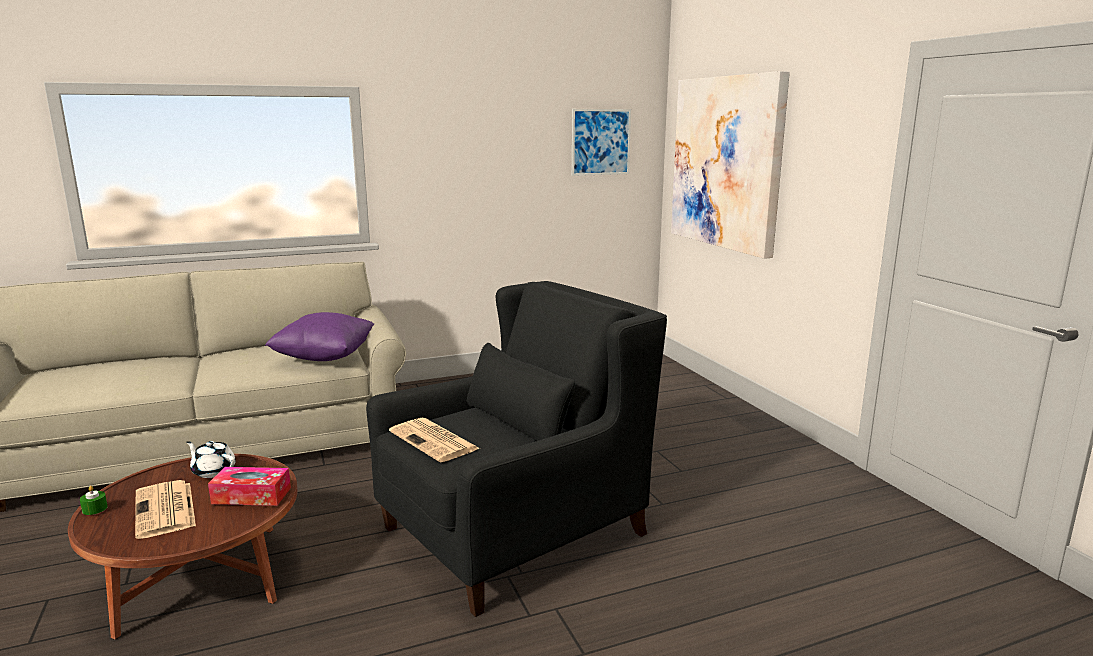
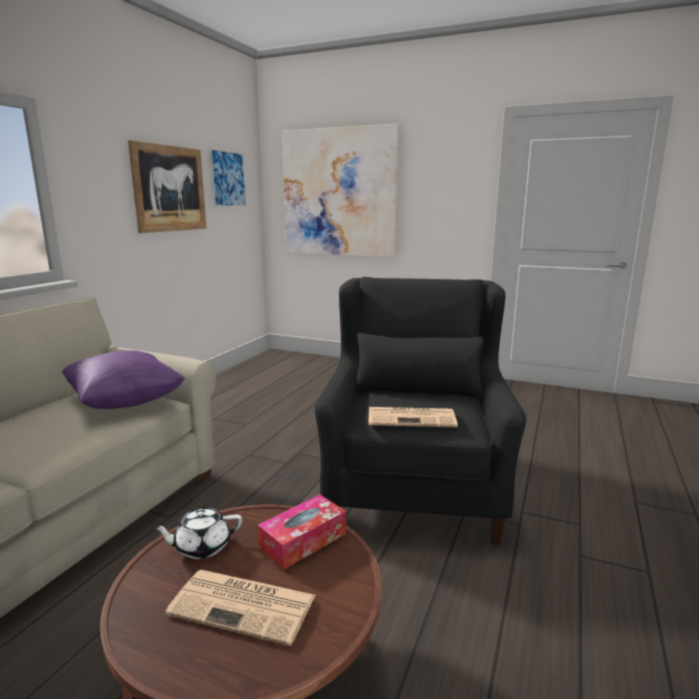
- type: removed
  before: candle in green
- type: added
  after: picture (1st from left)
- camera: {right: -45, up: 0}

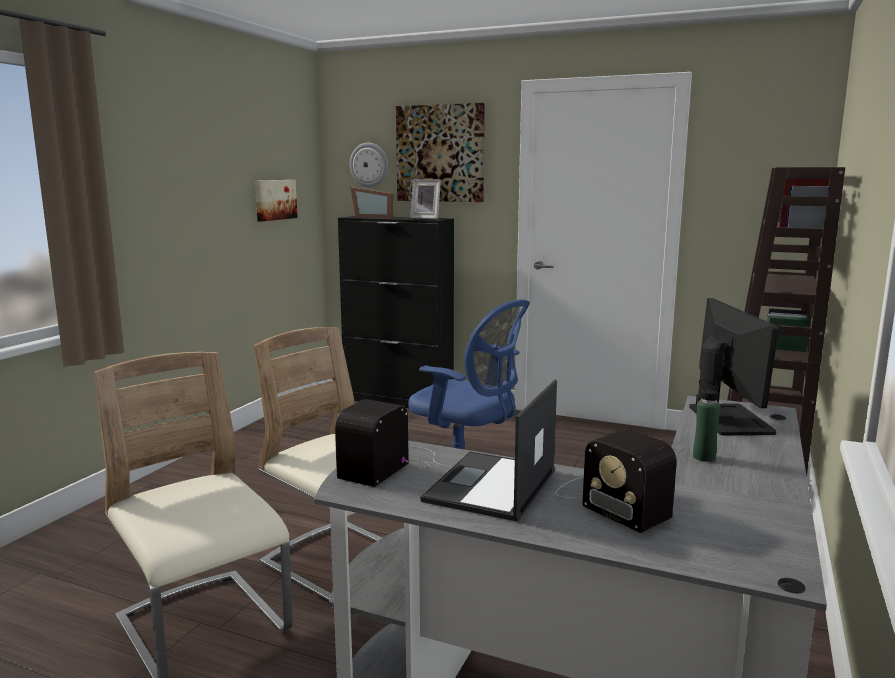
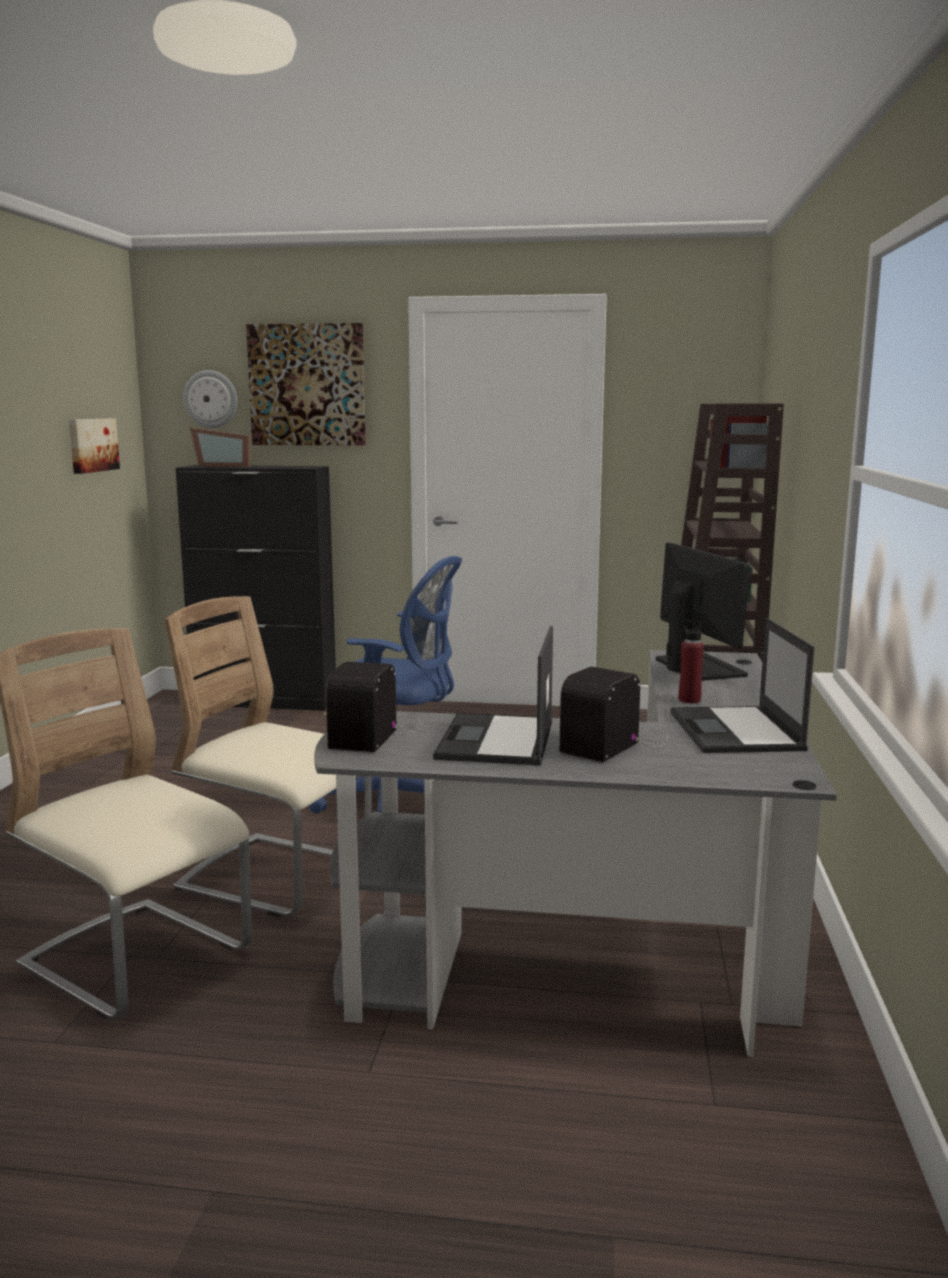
- type: removed
  before: picture frame (2nd from left)
- type: added
  after: laptop (2nd from left)
- type: recoloured
  before: bottle in green
  after: bottle in red
- type: turned
  before: radio (2nd from left)
  turn: 90
- camera: {right: -15, up: 0}

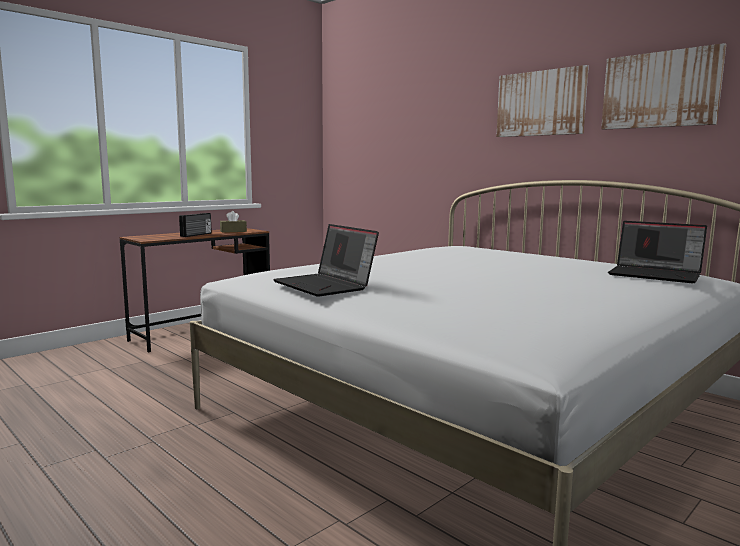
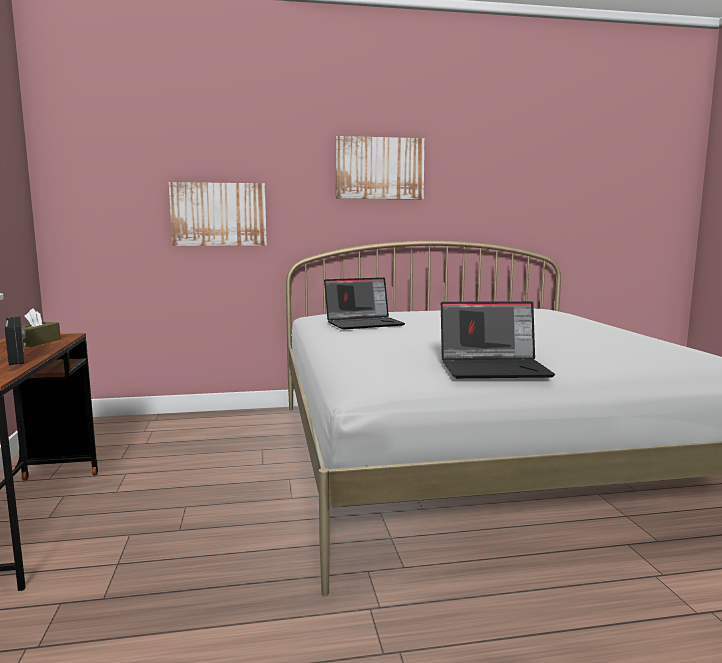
- type: moved
  before: picture (2nd from left in the first image)
  after: picture (1st from left)
- type: moved
  before: laptop (2nd from left in the first image)
  after: laptop (1st from left)
- camera: {right: -55, up: 0}

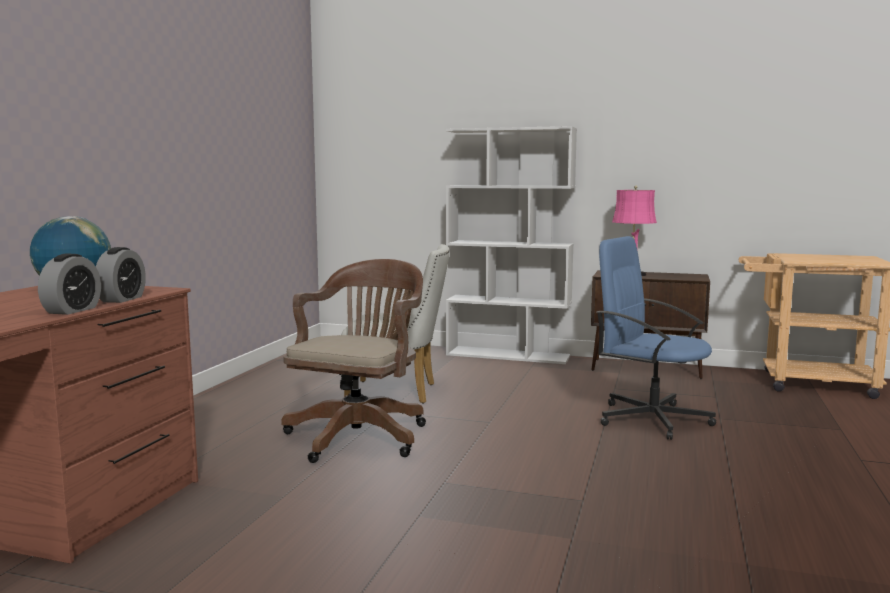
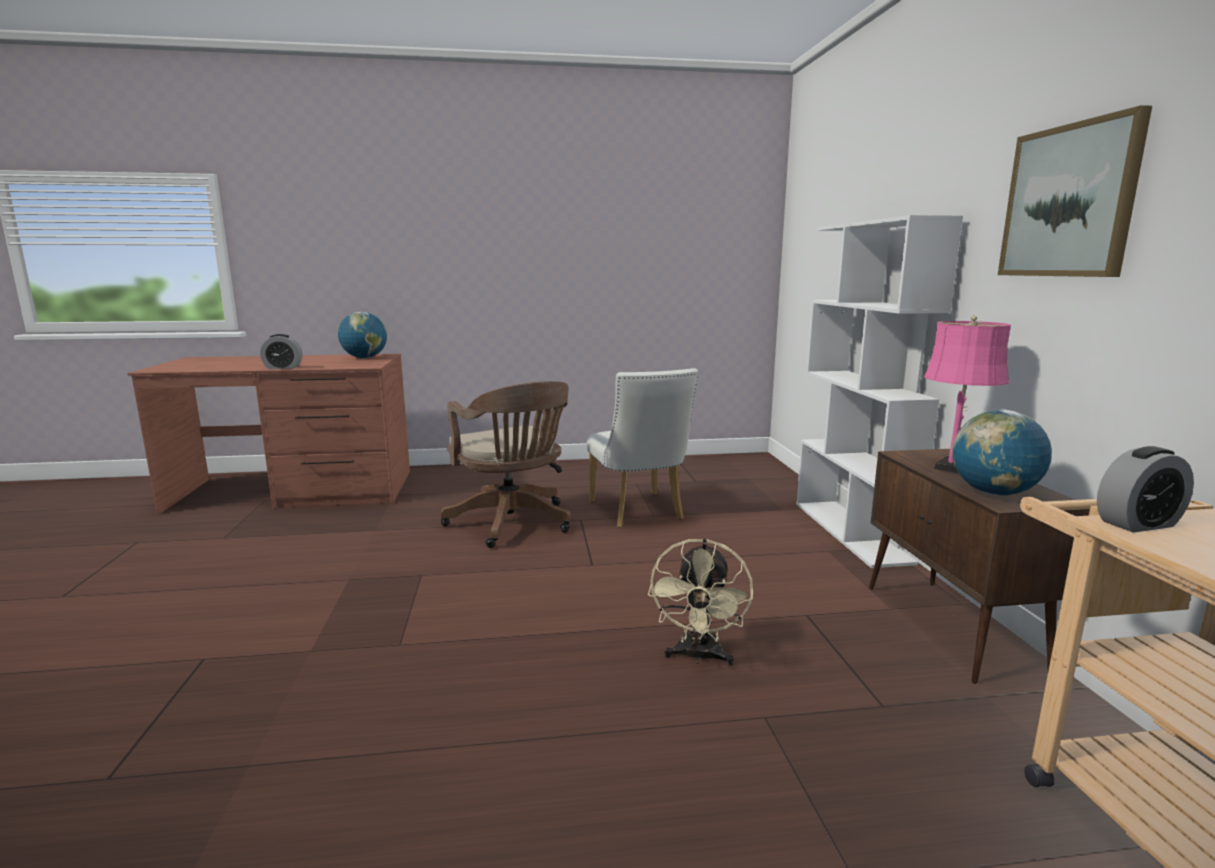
- type: added
  after: globe (2nd from left)
- type: added
  after: picture
- type: moved
  before: alarm clock (2nd from left)
- type: replaced
  before: office chair in blue
  after: fan in beige
- type: turned
  before: office chair in brown
  turn: 60
- camera: {right: 65, up: 5}

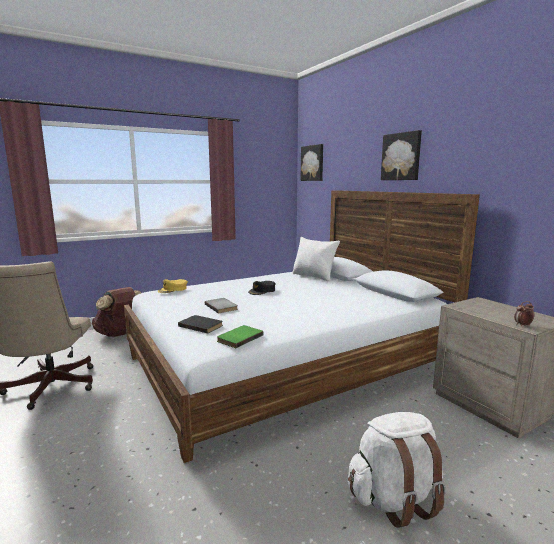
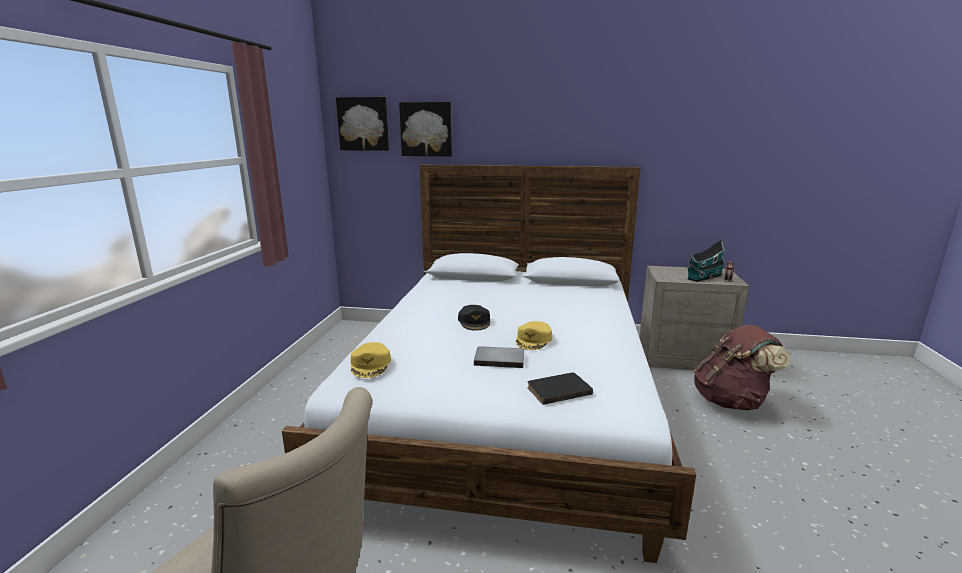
- type: removed
  before: book in green
- type: removed
  before: pillow in white
- type: removed
  before: backpack in white
- type: added
  after: cap in yellow (2nd from left)
- type: added
  after: toy house
- type: moved
  before: backpack in brown
- type: moved
  before: picture (2nd from left)
- camera: {right: -50, up: 5}

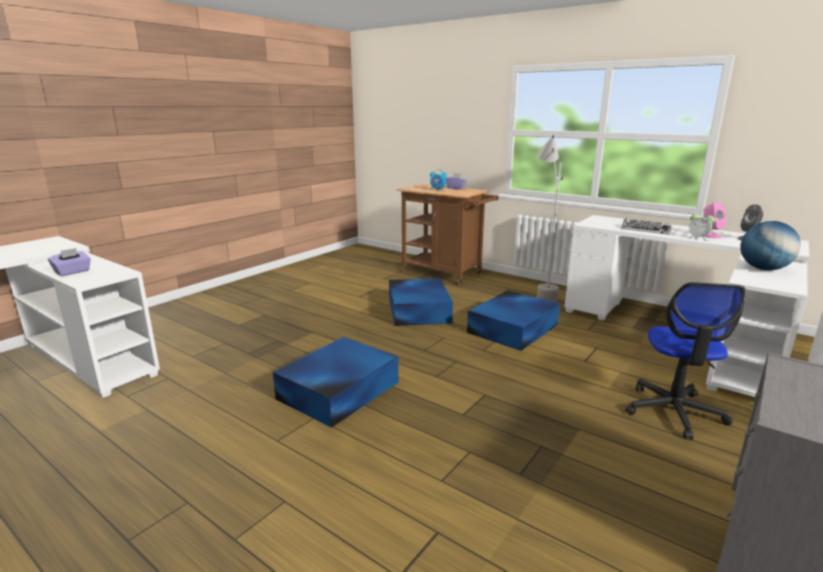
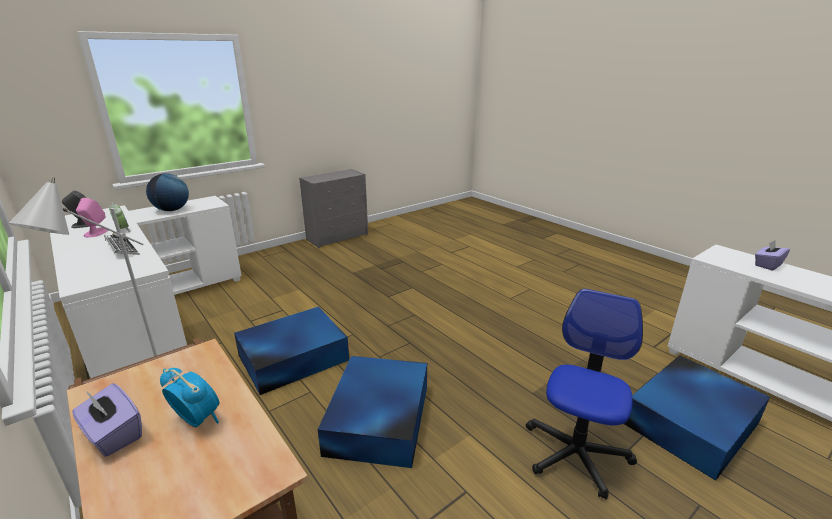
- type: moved
  before: storage box in blue (1st from left in the first image)
  after: storage box in blue (3rd from left)
- type: moved
  before: office chair
- camera: {right: -165, up: 5}

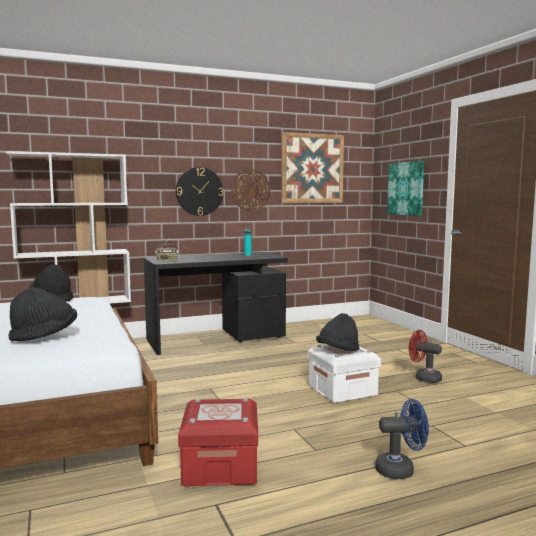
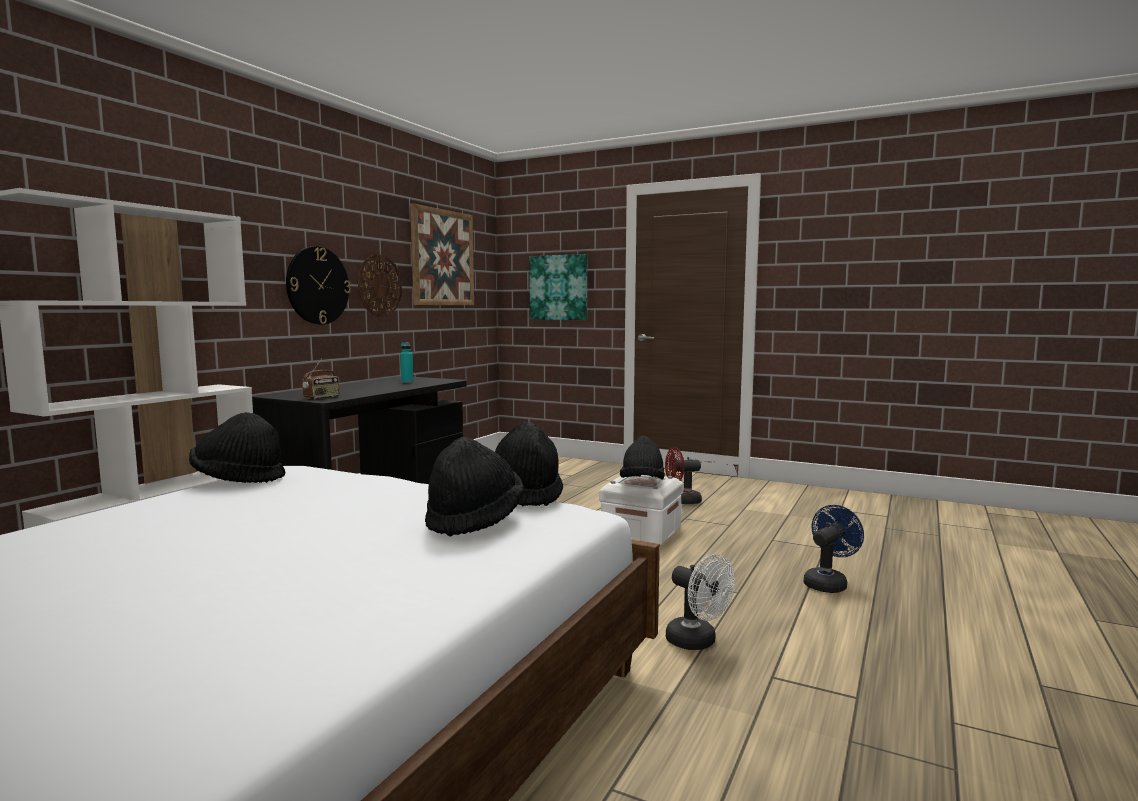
- type: added
  after: hat in black (3rd from left)
- type: replaced
  before: storage box in red
  after: fan in white
- camera: {right: -40, up: 0}

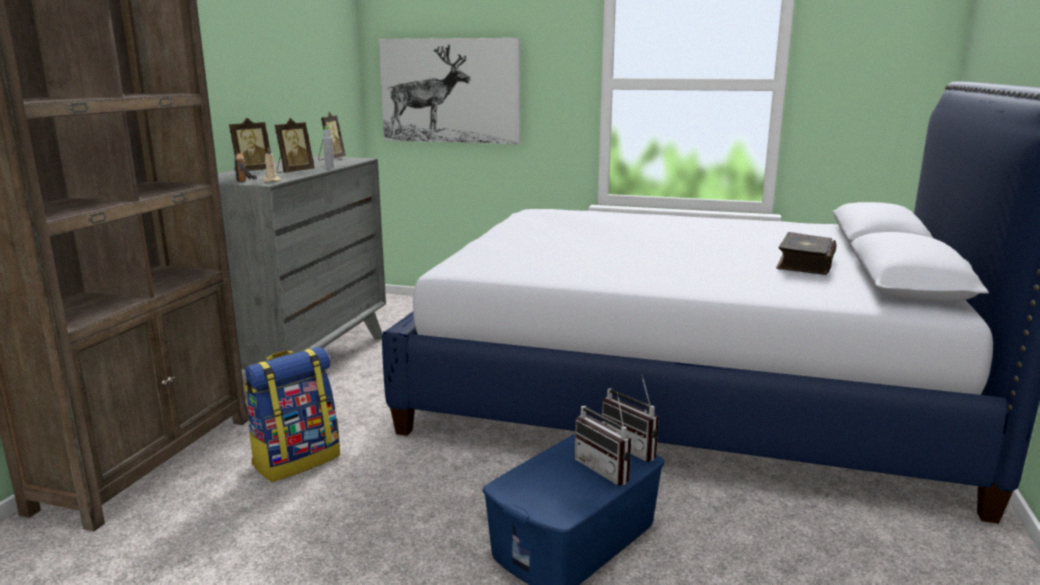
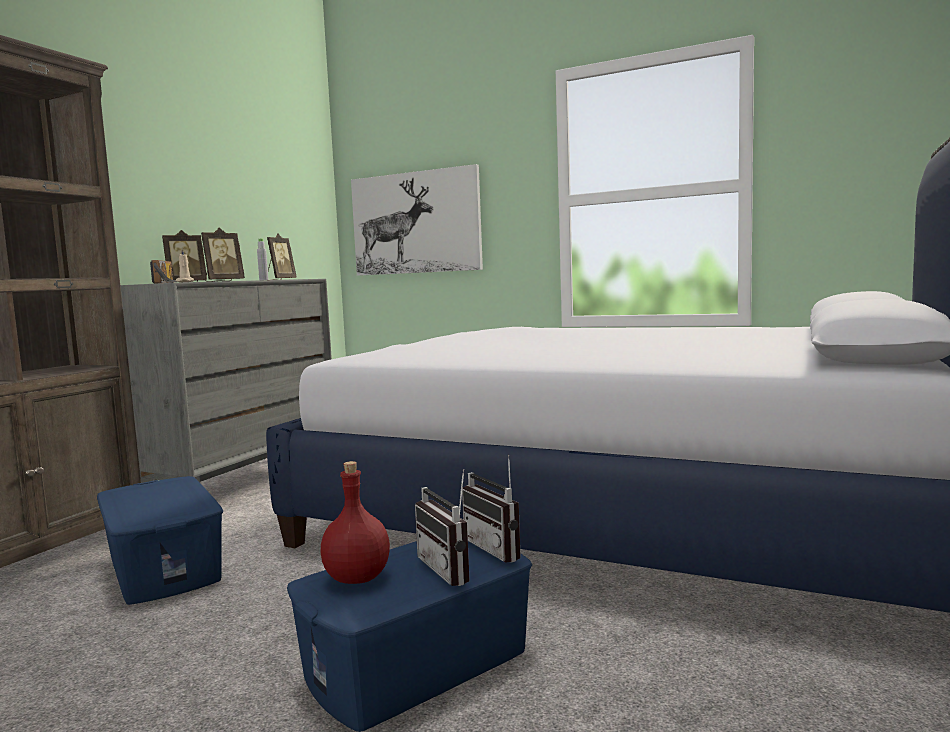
- type: removed
  before: book
- type: added
  after: bottle in red
- type: replaced
  before: backpack
  after: storage box in blue (1st from left)
- camera: {right: 10, up: -10}

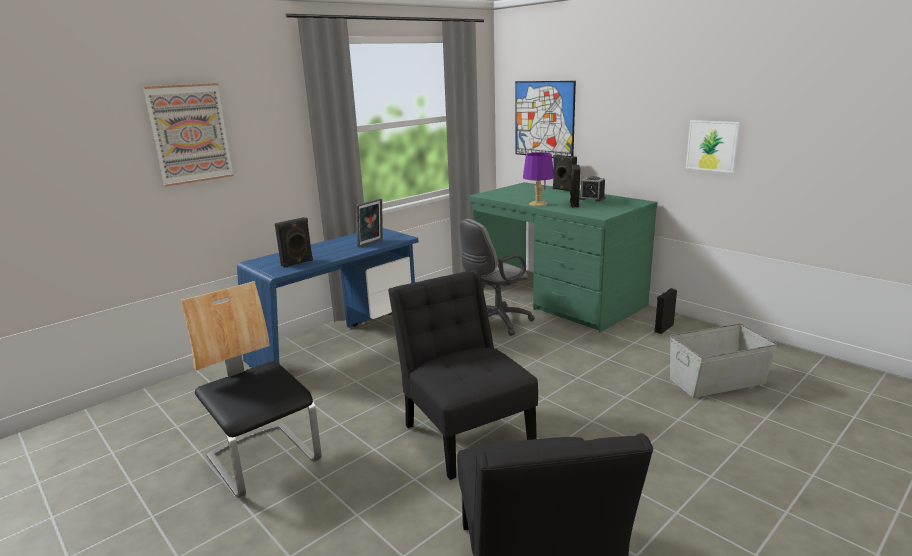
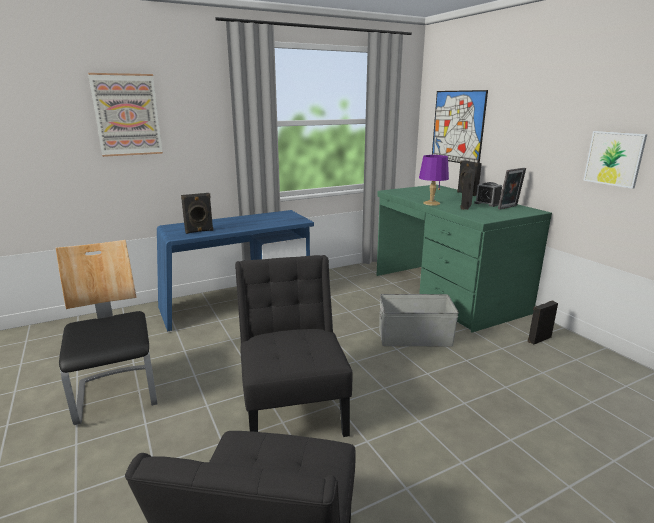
- type: removed
  before: office chair in grey
- type: moved
  before: picture frame
- type: moved
  before: storage box in grey
- camera: {right: 15, up: 0}

